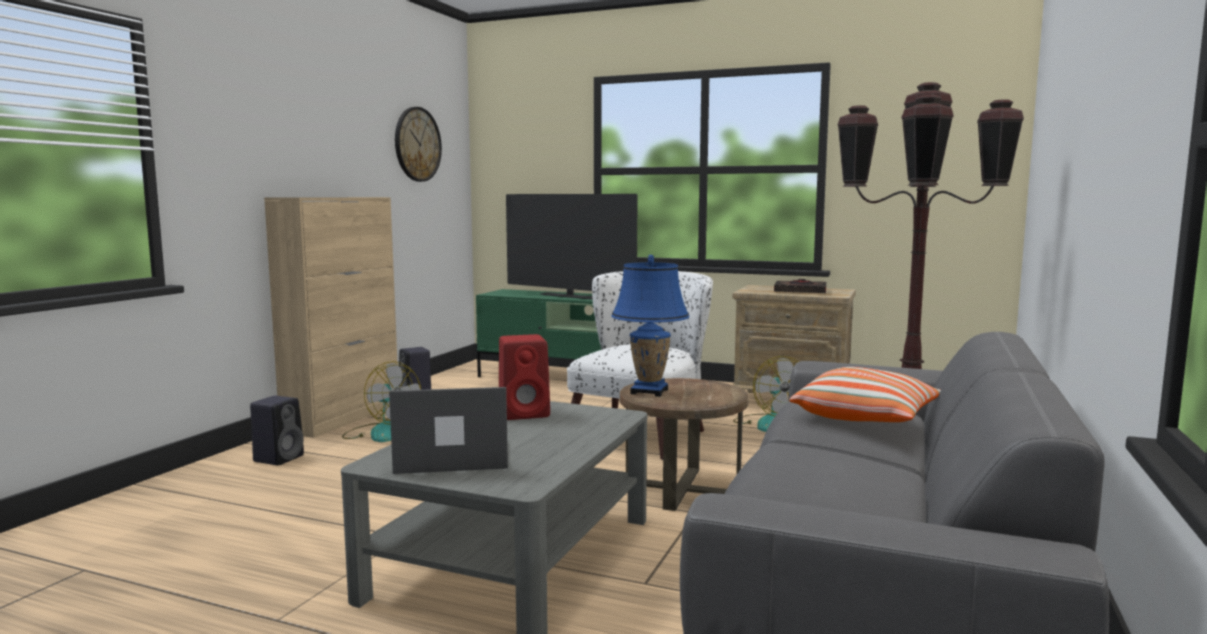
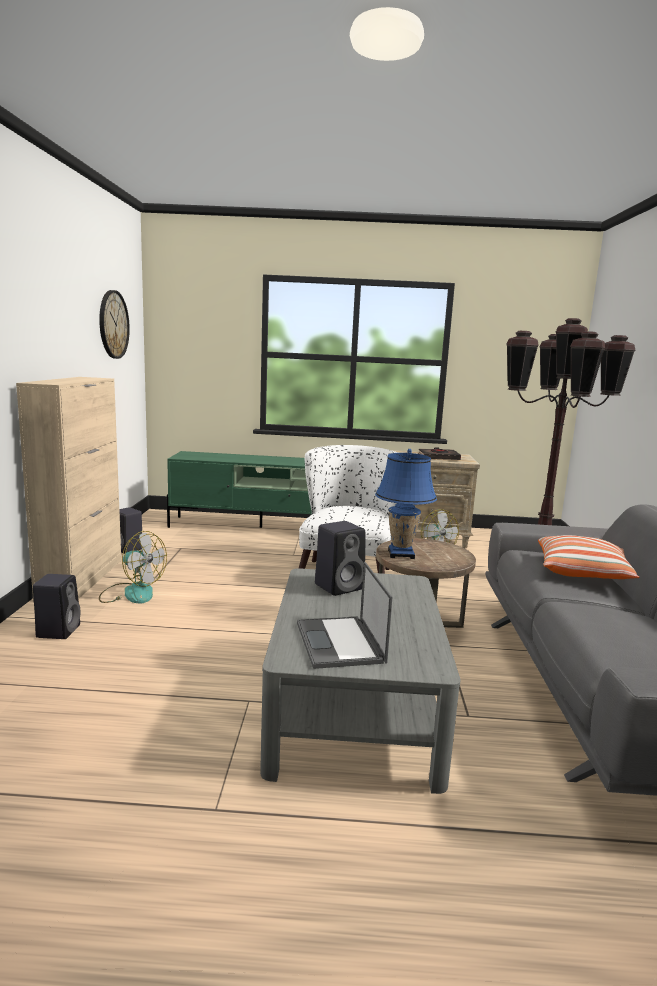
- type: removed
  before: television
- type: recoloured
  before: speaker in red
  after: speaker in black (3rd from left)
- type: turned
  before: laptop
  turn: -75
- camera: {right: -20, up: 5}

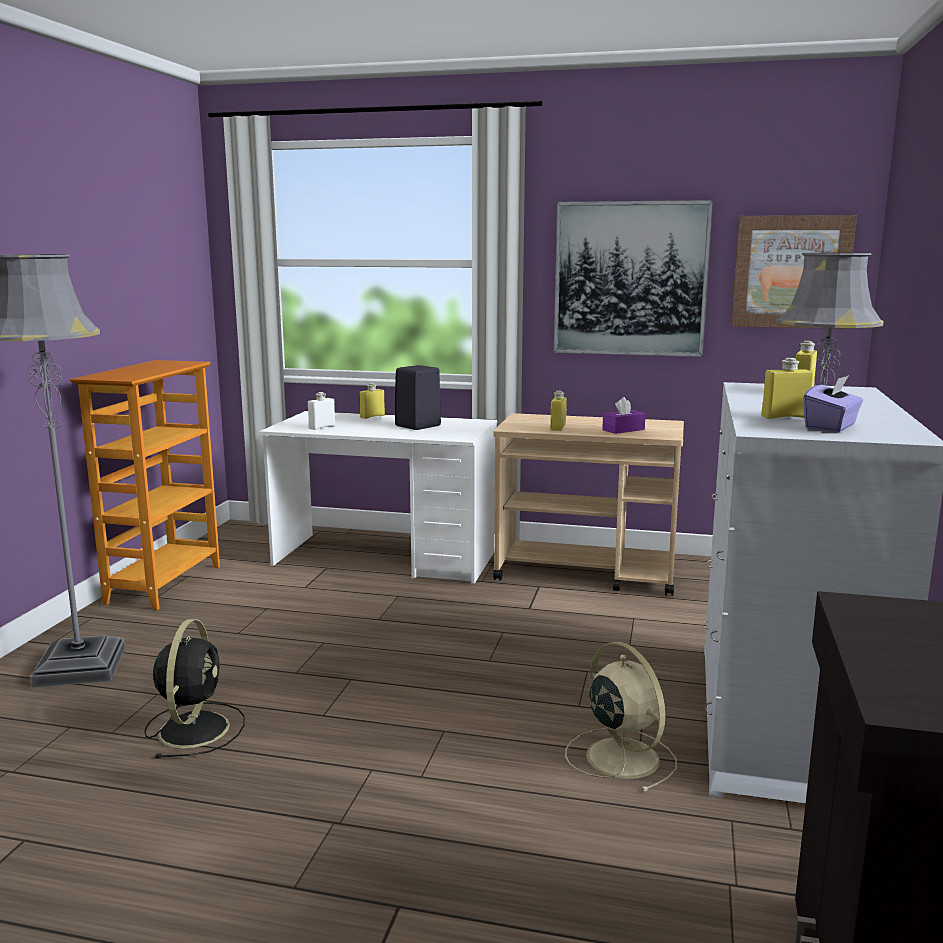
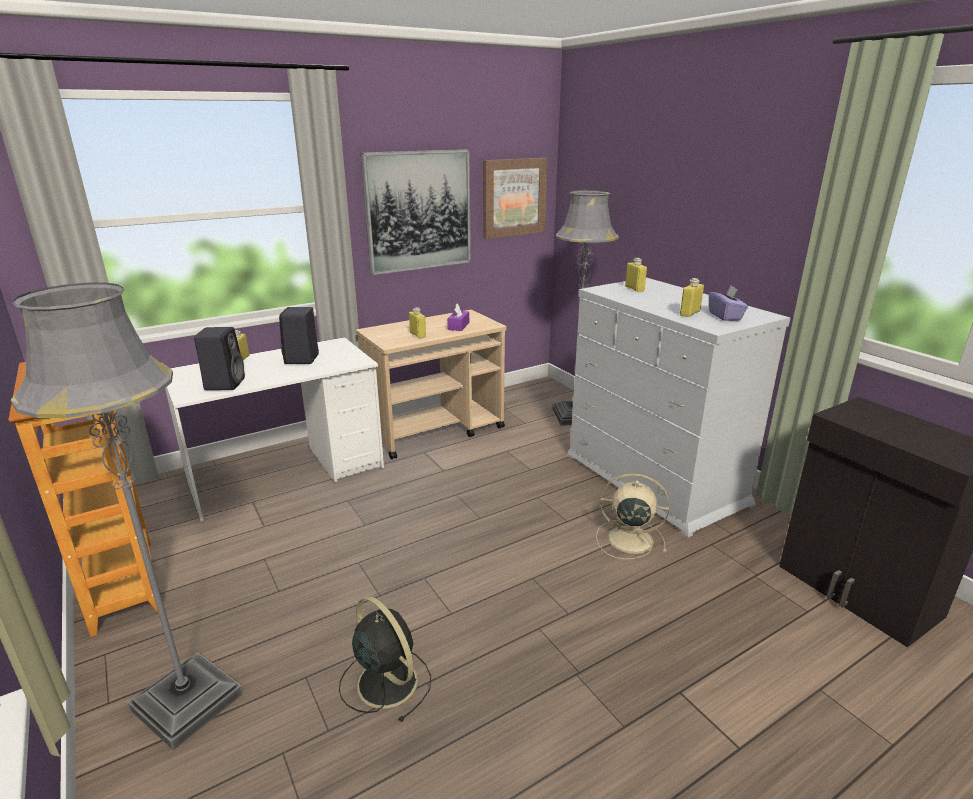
- type: replaced
  before: bottle in white
  after: speaker in black (1st from left)
- camera: {right: -45, up: 10}

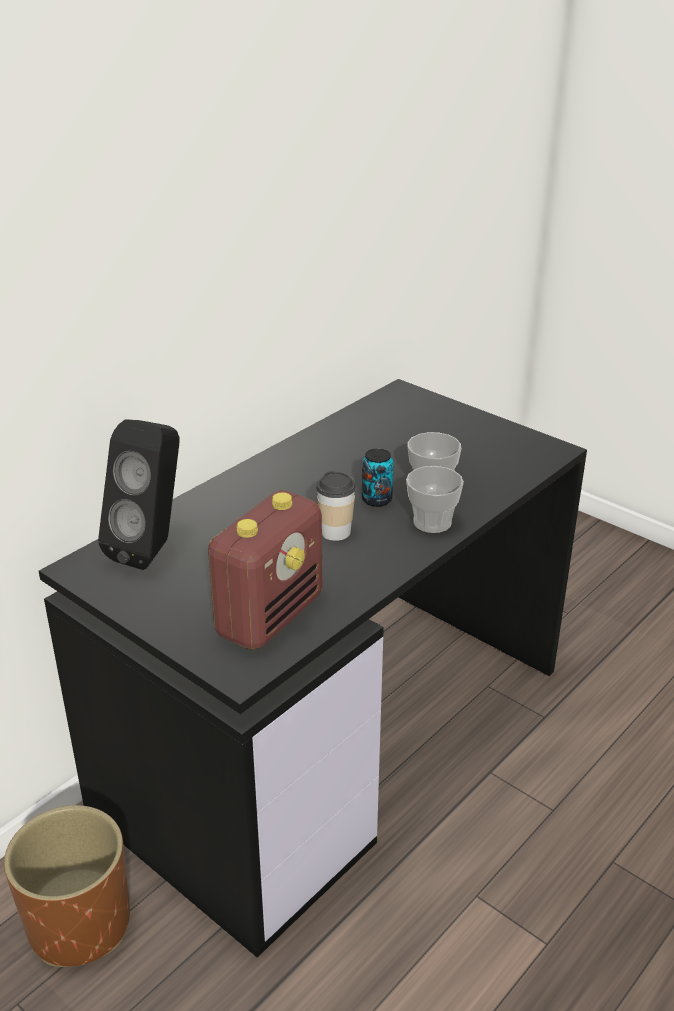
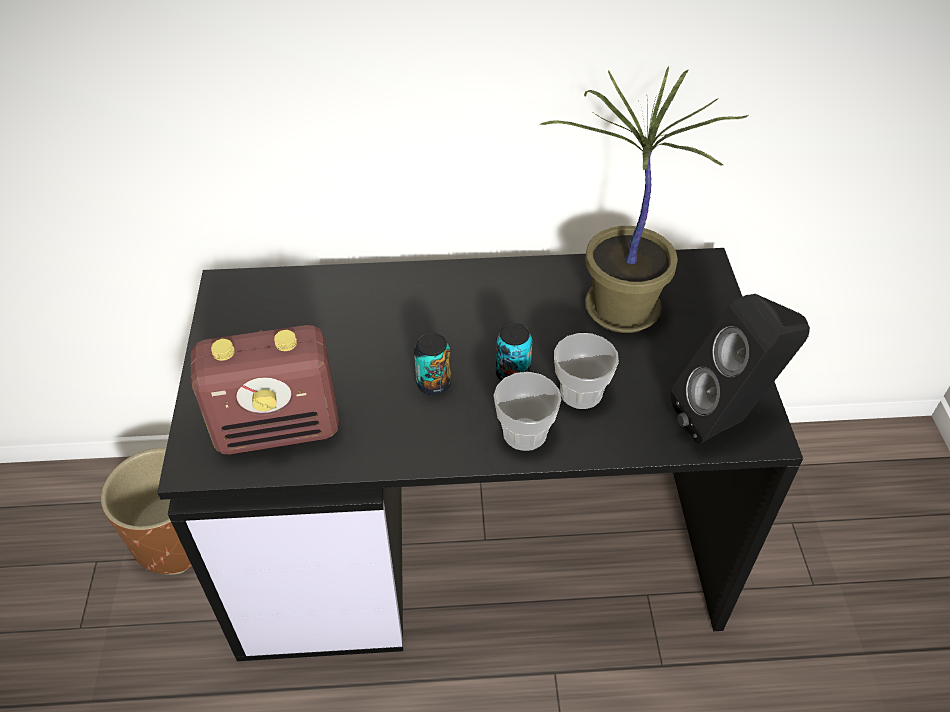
- type: added
  after: potted plant
- type: moved
  before: speaker in black
- type: replaced
  before: cup (1st from left)
  after: can (1st from left)
- camera: {right: 45, up: 15}

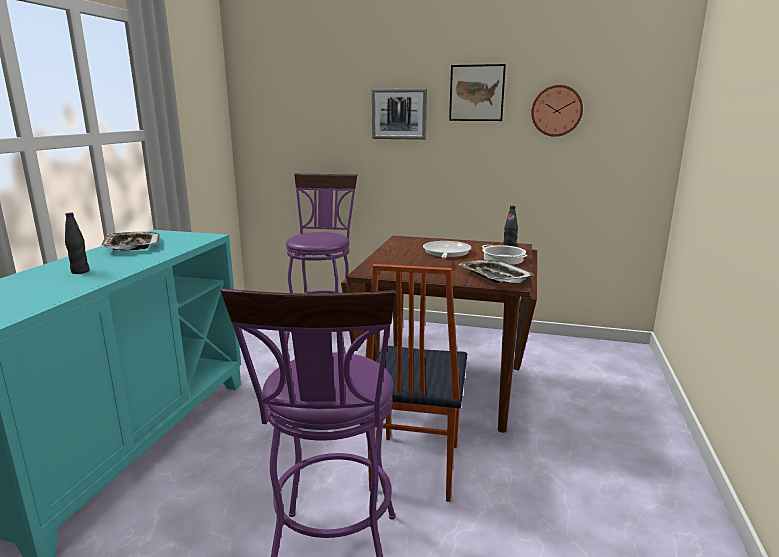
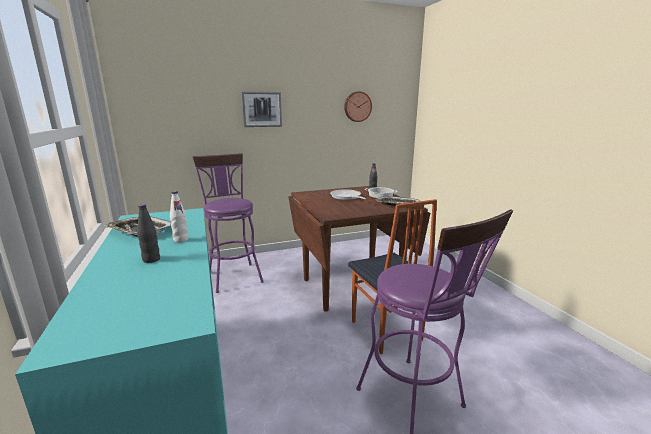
- type: removed
  before: picture (2nd from left)
- type: added
  after: bottle in white
- camera: {right: -35, up: 0}

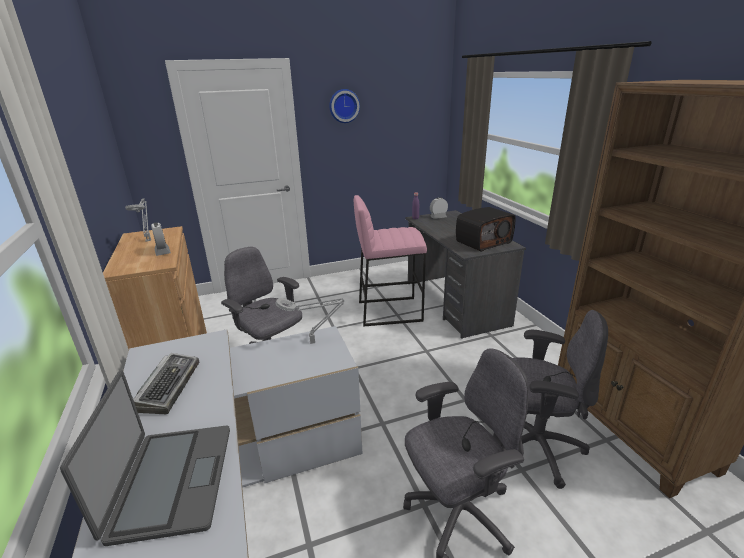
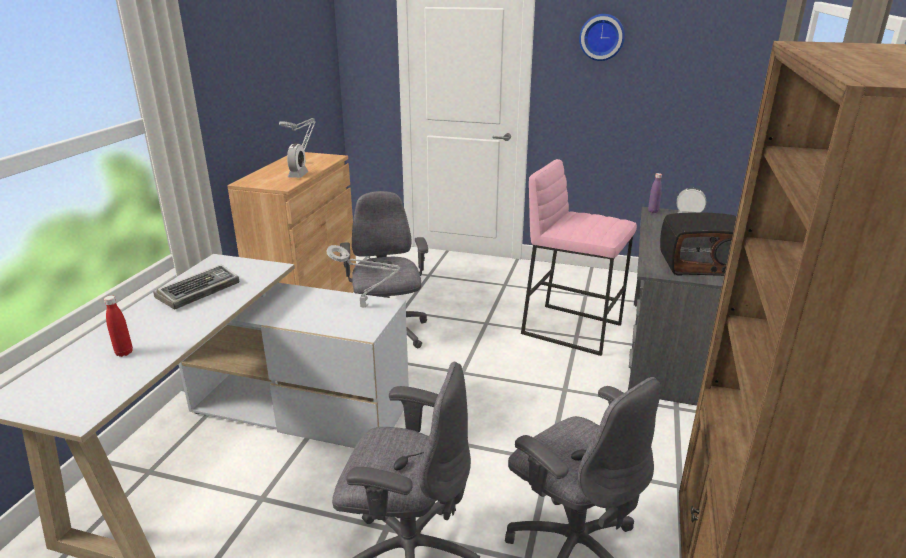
- type: replaced
  before: laptop
  after: bottle in red
- camera: {right: 35, up: 0}

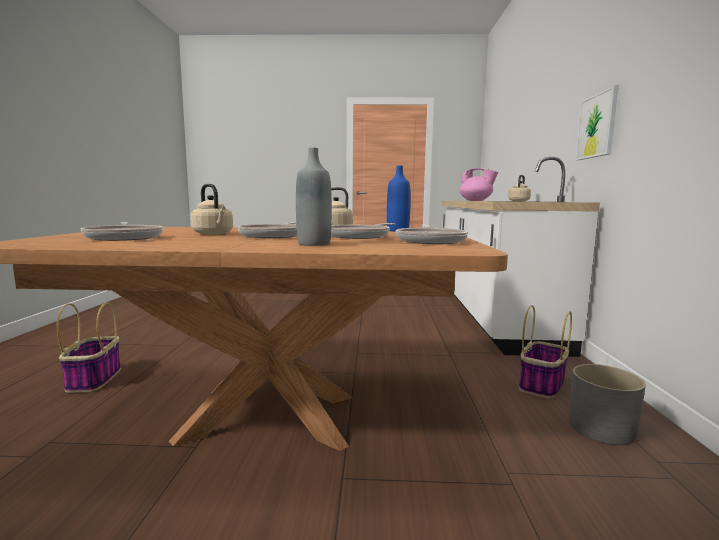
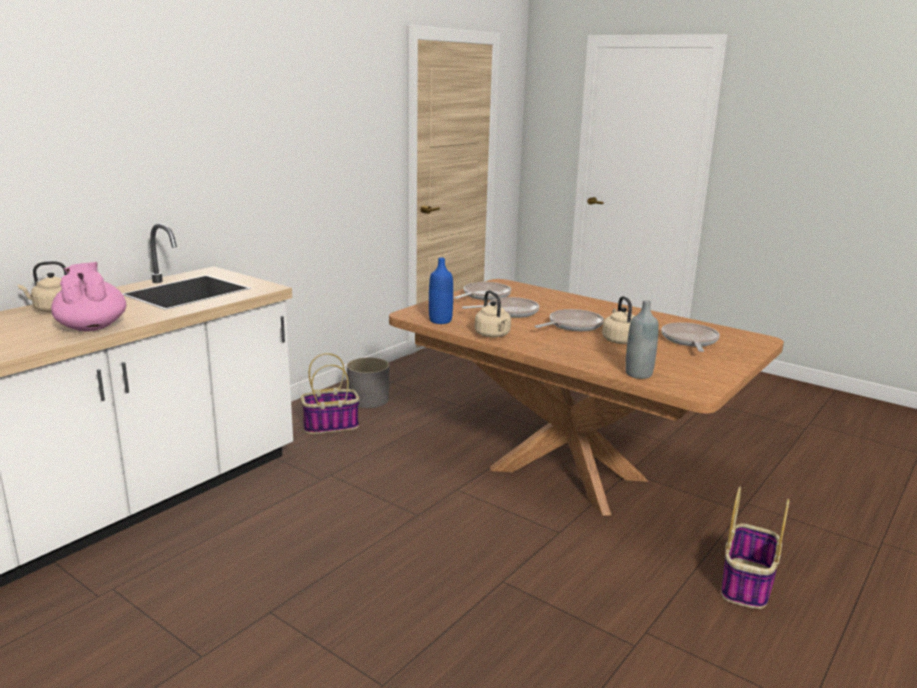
- type: removed
  before: picture
- type: moved
  before: bottle in grey
- camera: {right: -145, up: 10}

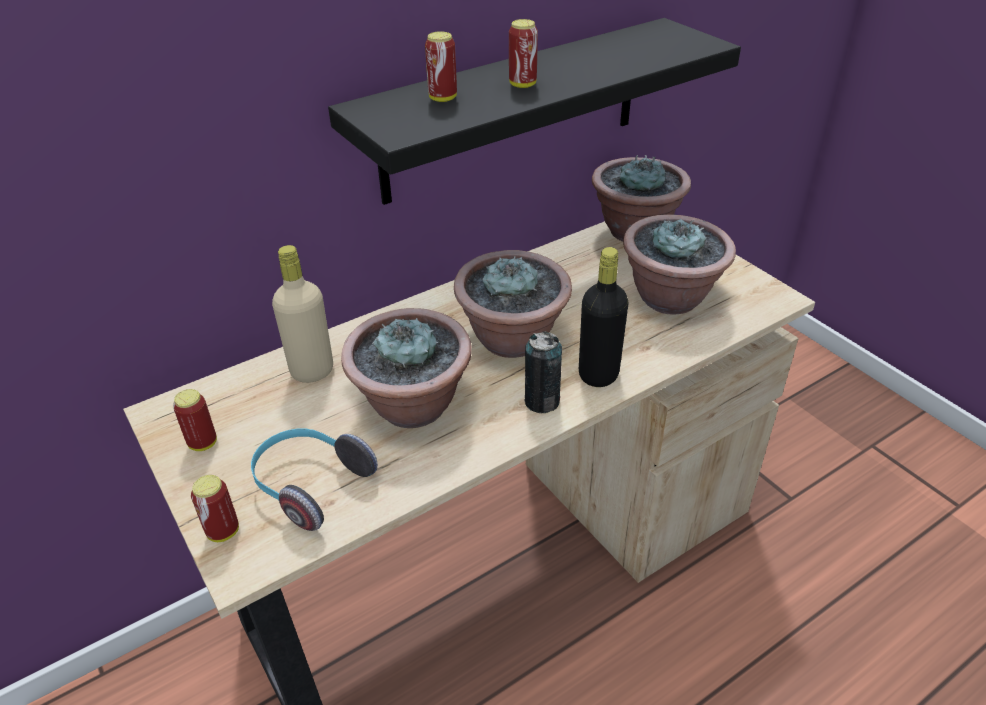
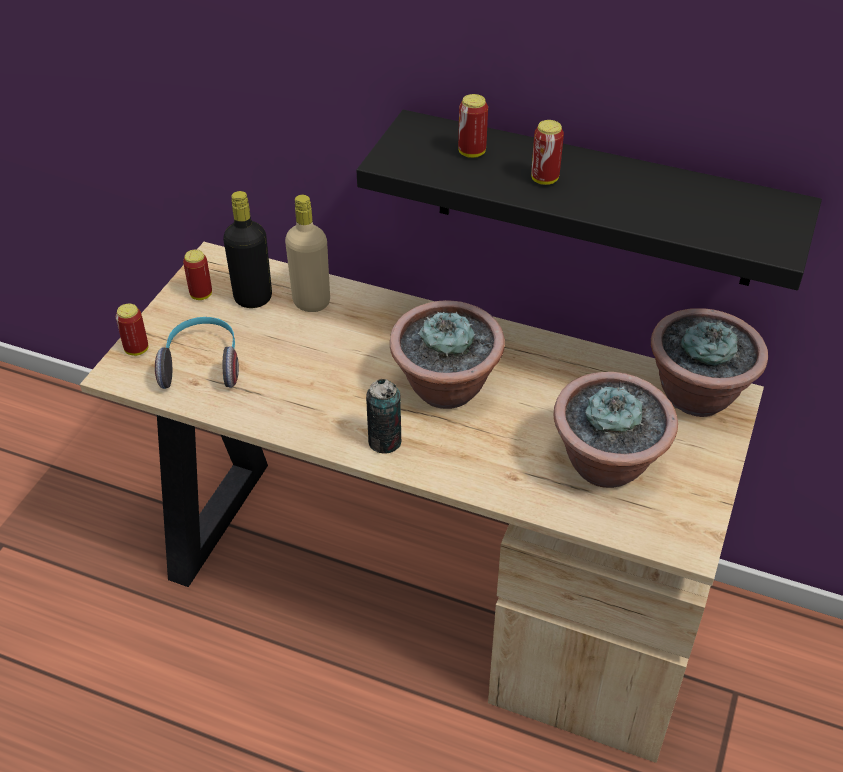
- type: removed
  before: potted plant (1st from left)
- type: moved
  before: bottle in black
- camera: {right: 55, up: 5}

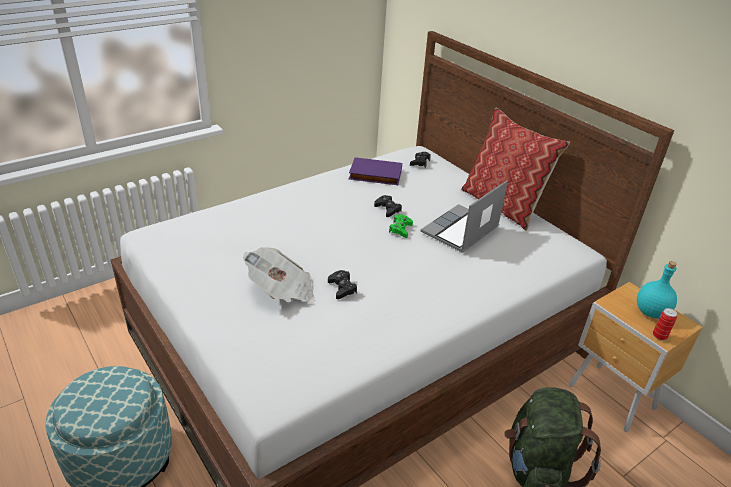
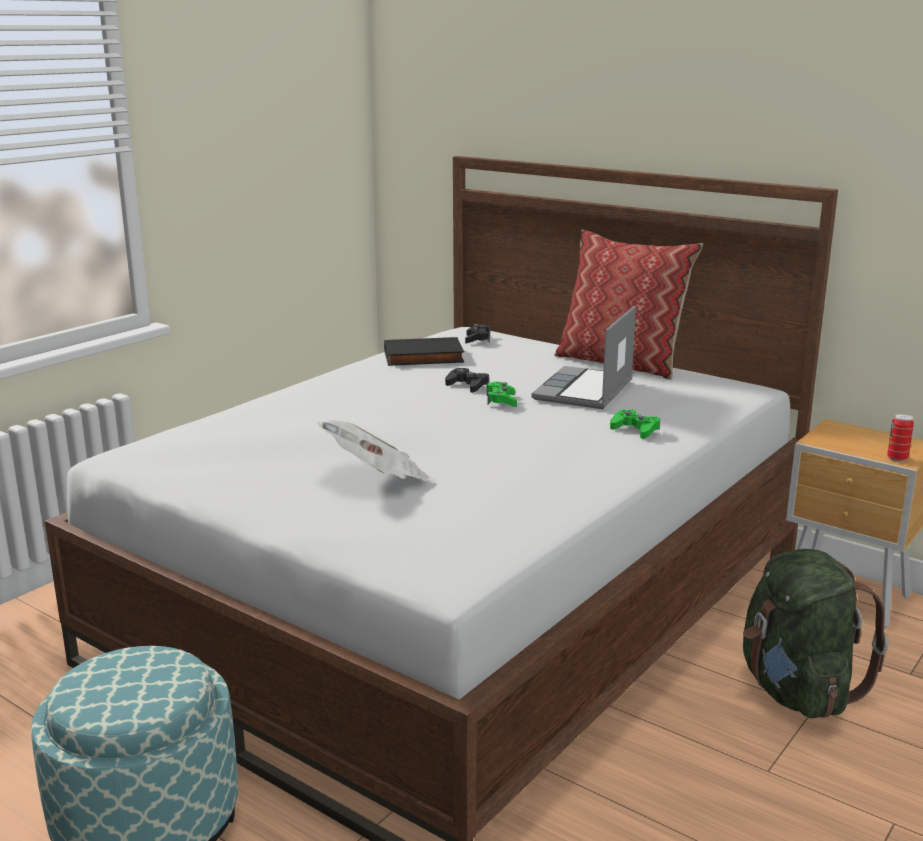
- type: removed
  before: game controller in black (1st from left)
- type: removed
  before: bottle in turquoise
- type: added
  after: game controller in green (2nd from left)
- type: recoloured
  before: book in purple
  after: book in black
- camera: {right: -15, up: -15}

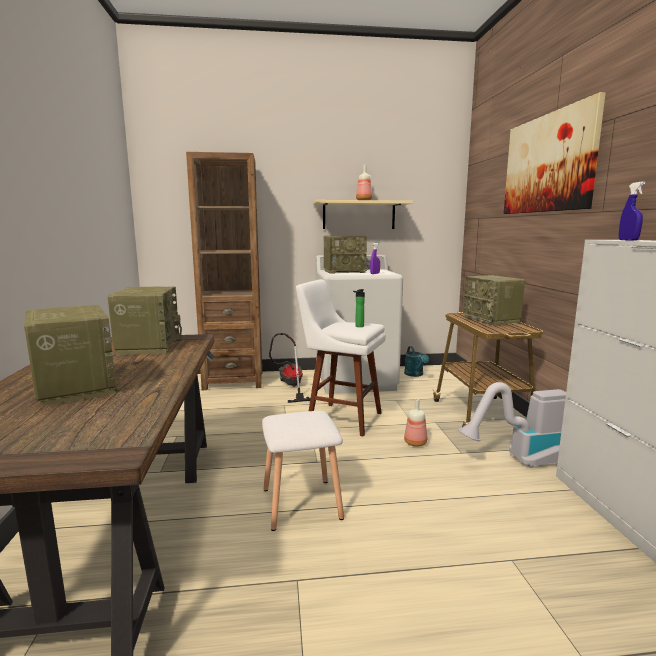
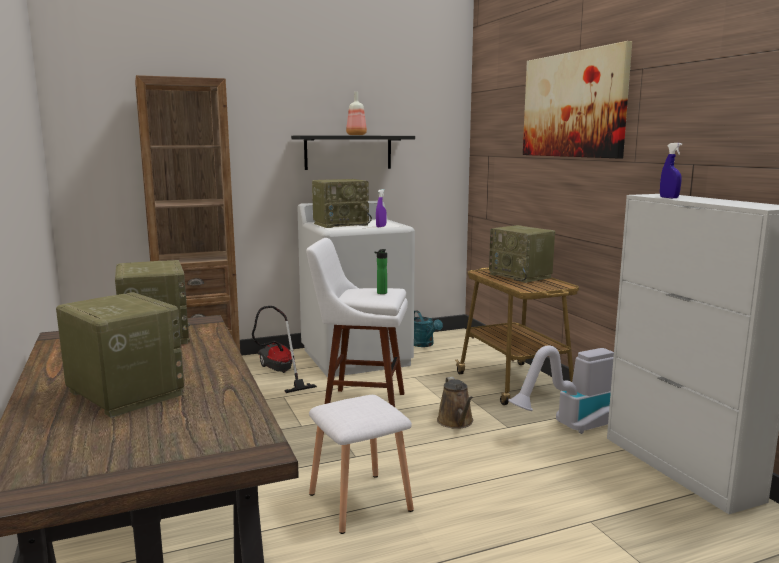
- type: replaced
  before: bottle (3rd from left)
  after: watering can in brown
- type: recoloured
  before: shelf in beige
  after: shelf in black
- camera: {right: -15, up: 0}

